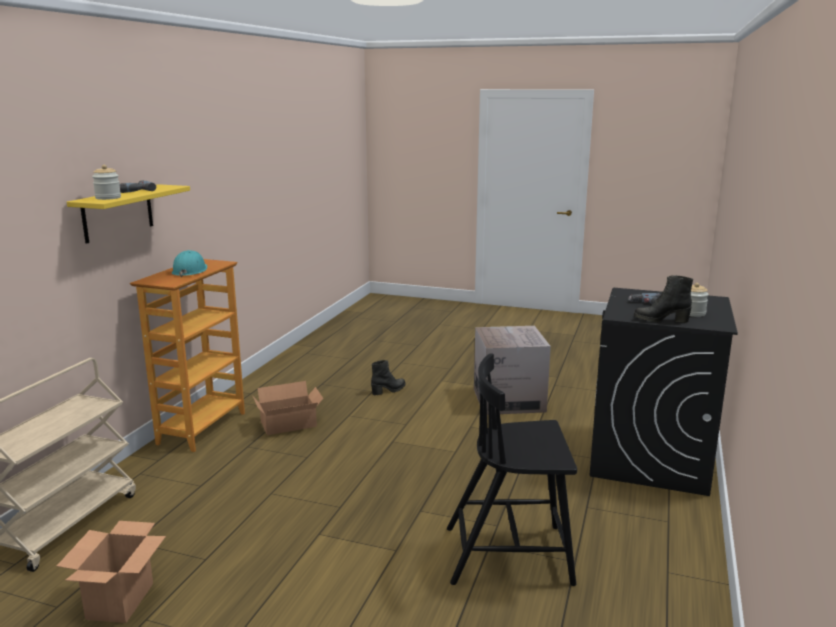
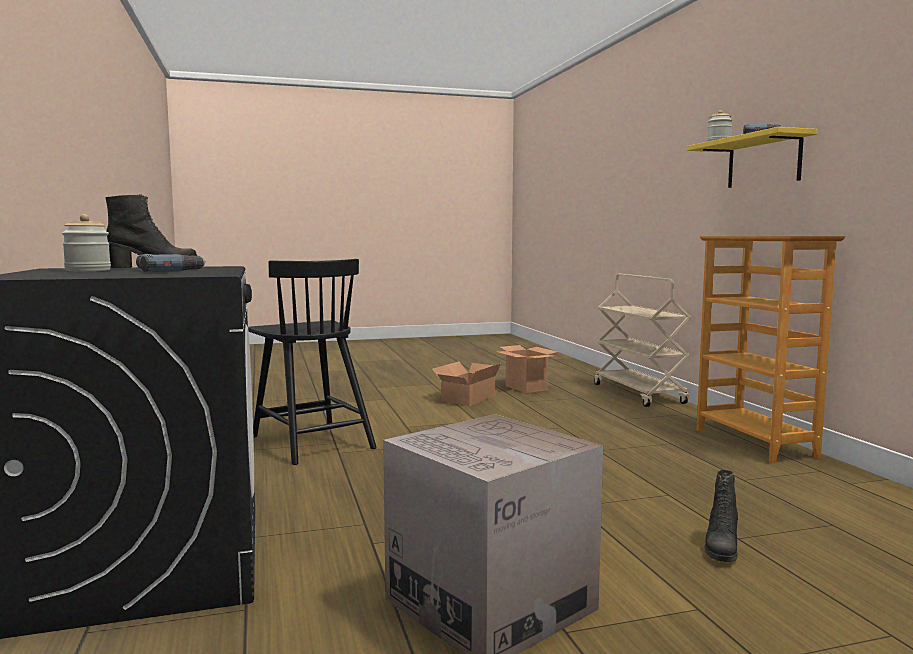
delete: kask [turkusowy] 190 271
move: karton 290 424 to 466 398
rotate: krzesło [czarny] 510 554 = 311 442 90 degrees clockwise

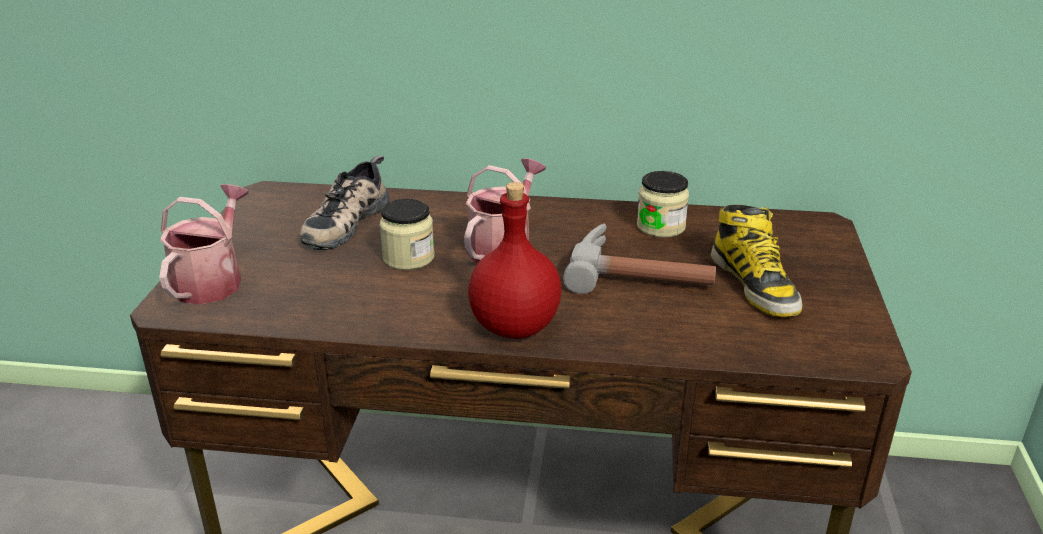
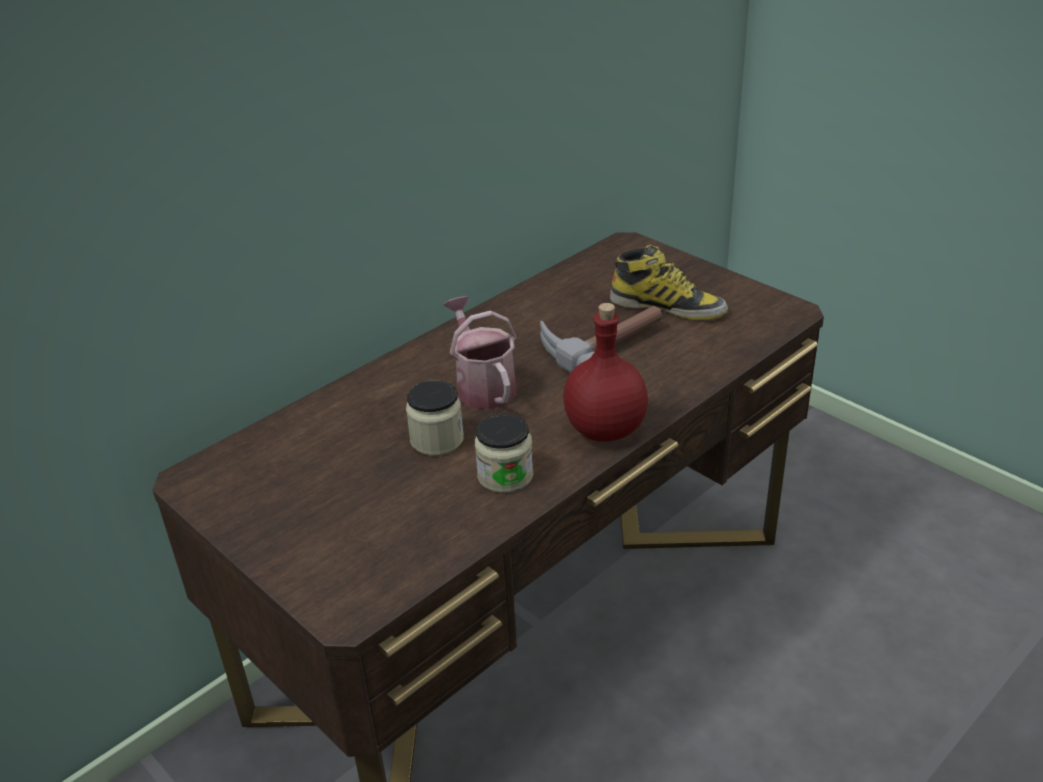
delete: konewka 212 280; but 344 221
move: słoik 661 226 to 505 475

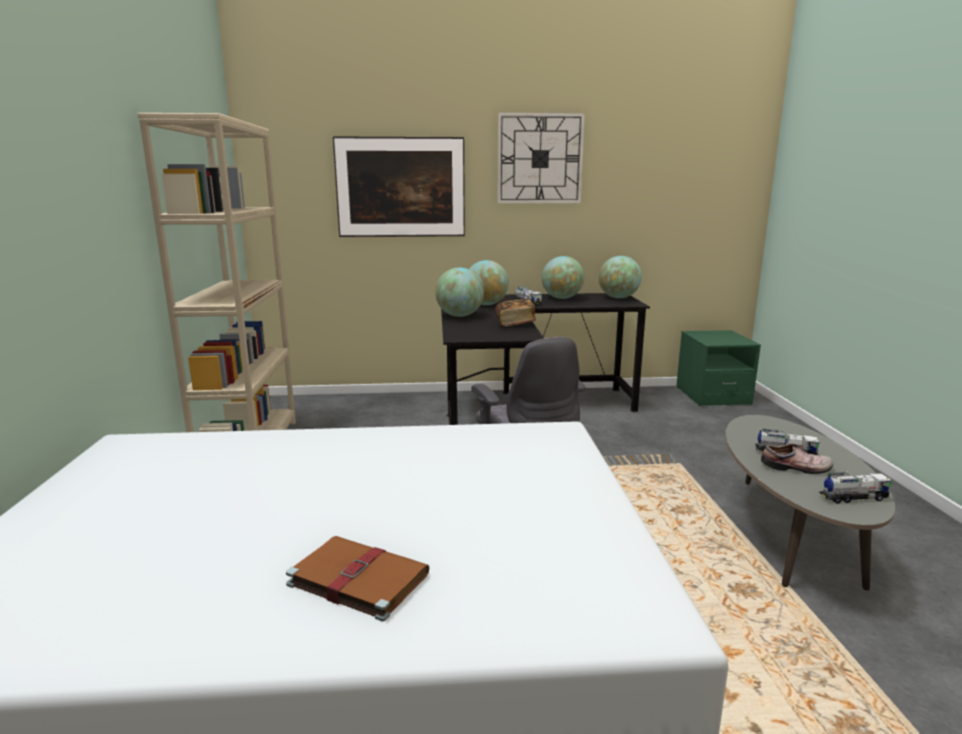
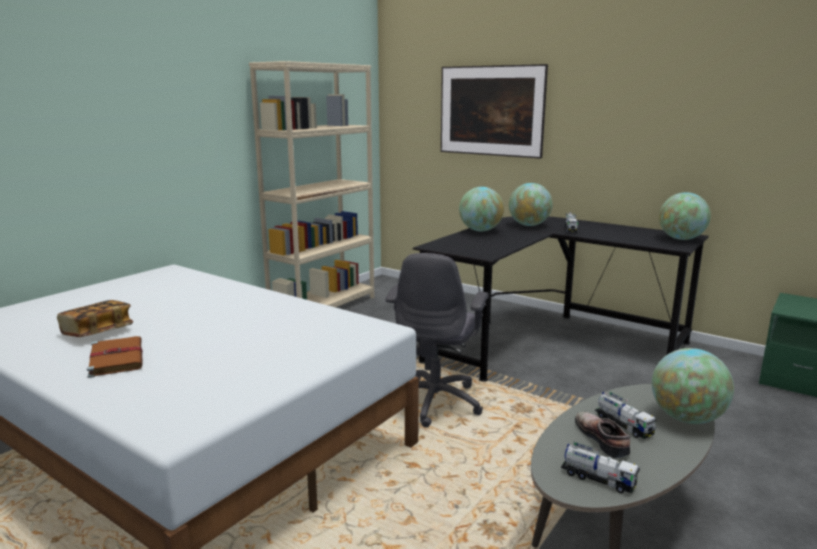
delete: zegar ścienny 539 159
move: książka 515 323 to 97 332; globus 562 298 to 686 418
rotate: but 797 468 = 603 439 150 degrees counterclockwise

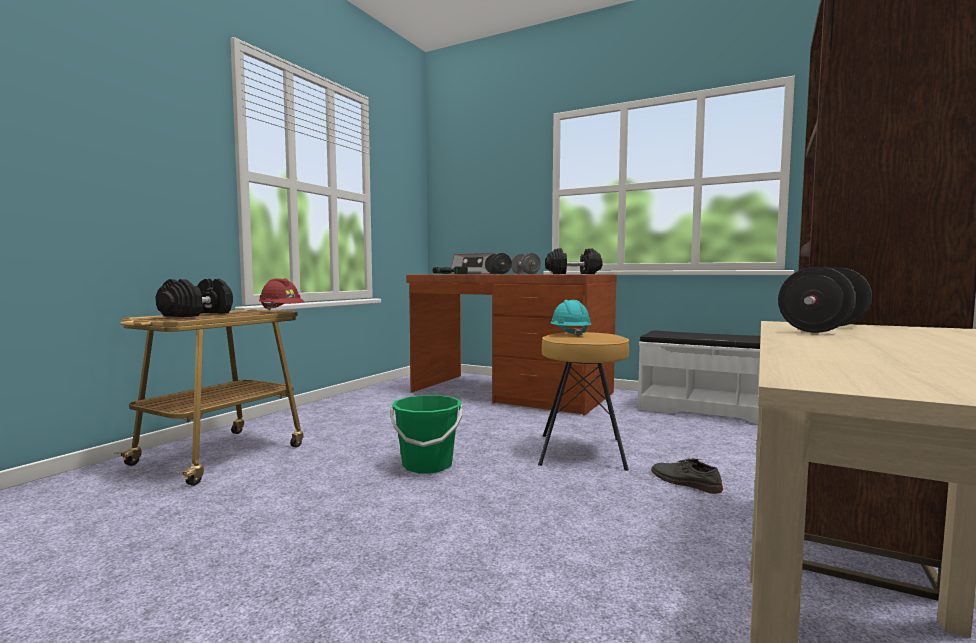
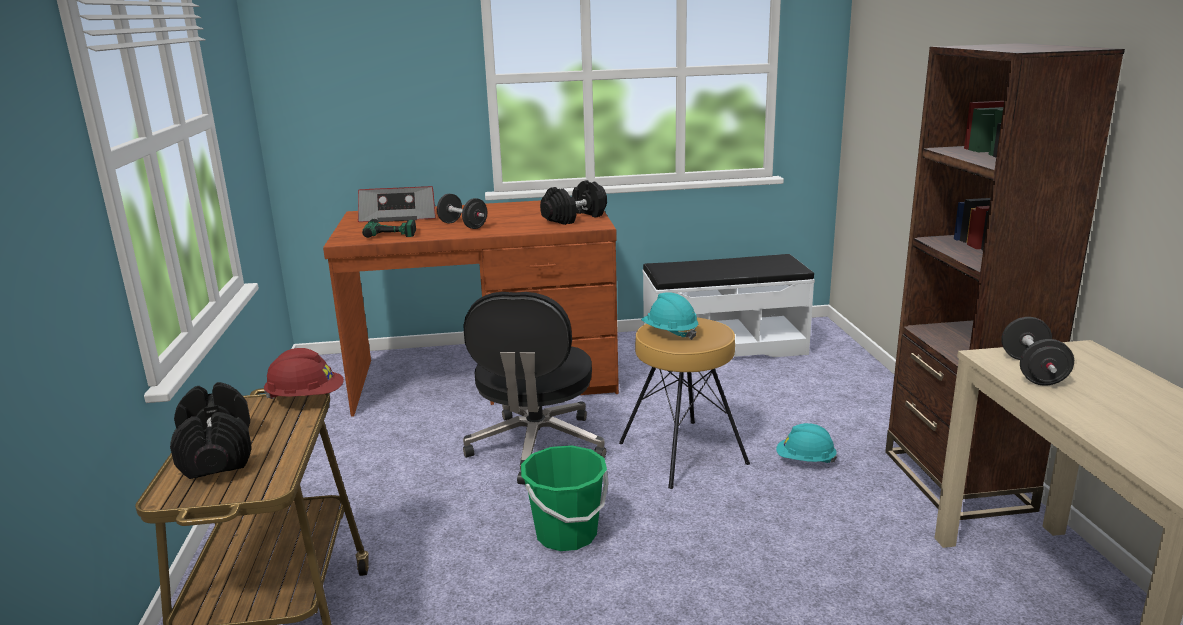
delete: hantel [szary] 525 274
insert: krzesło biurowe [czarny] 536 447
replace: but [szary] 684 482 to kask [turkusowy] 805 461

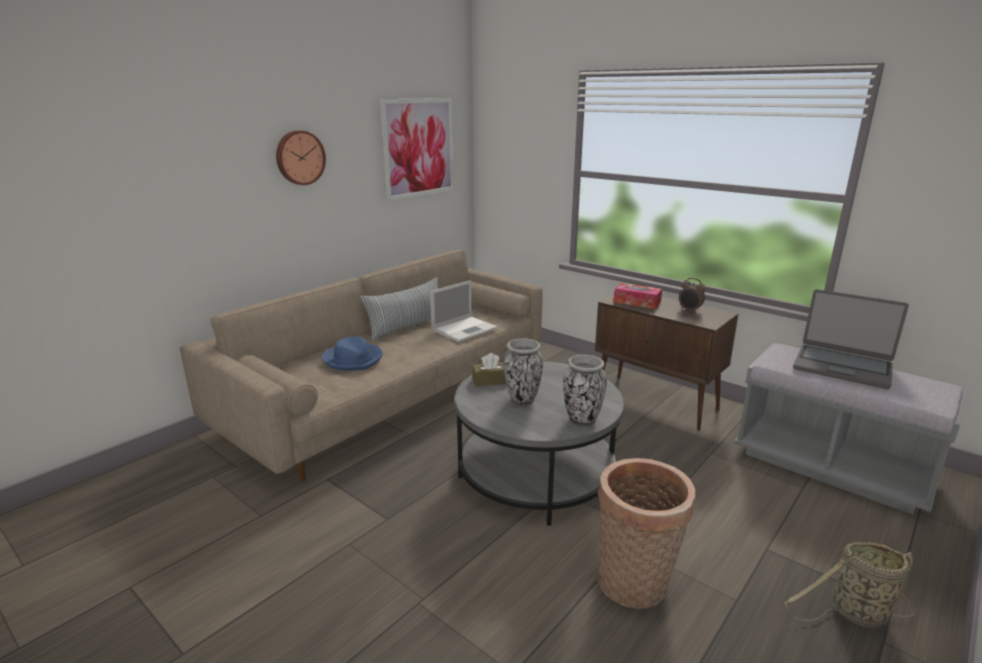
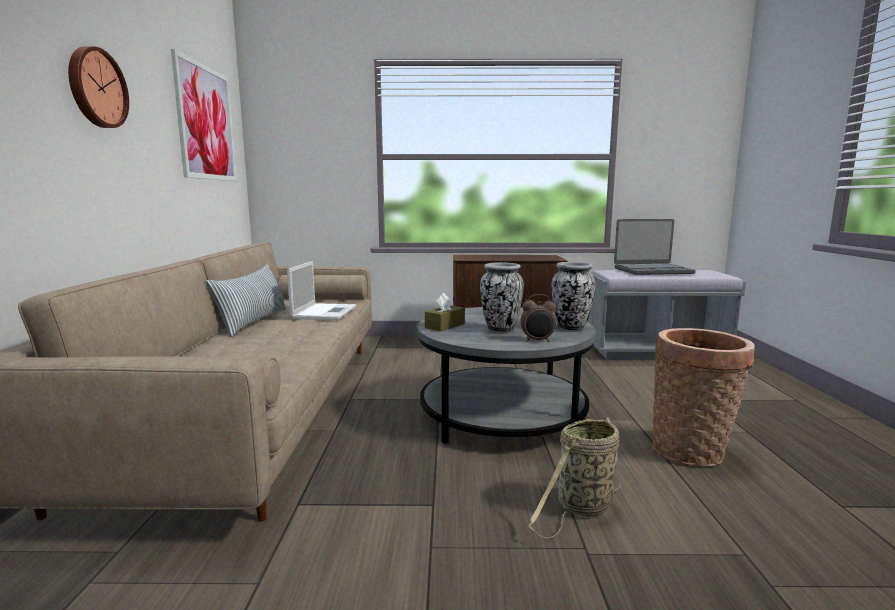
delete: kapelusz [niebieski] 353 359; pudełko chusteczek 637 302
move: budzik 689 310 to 537 341; koszyk 855 614 to 582 508

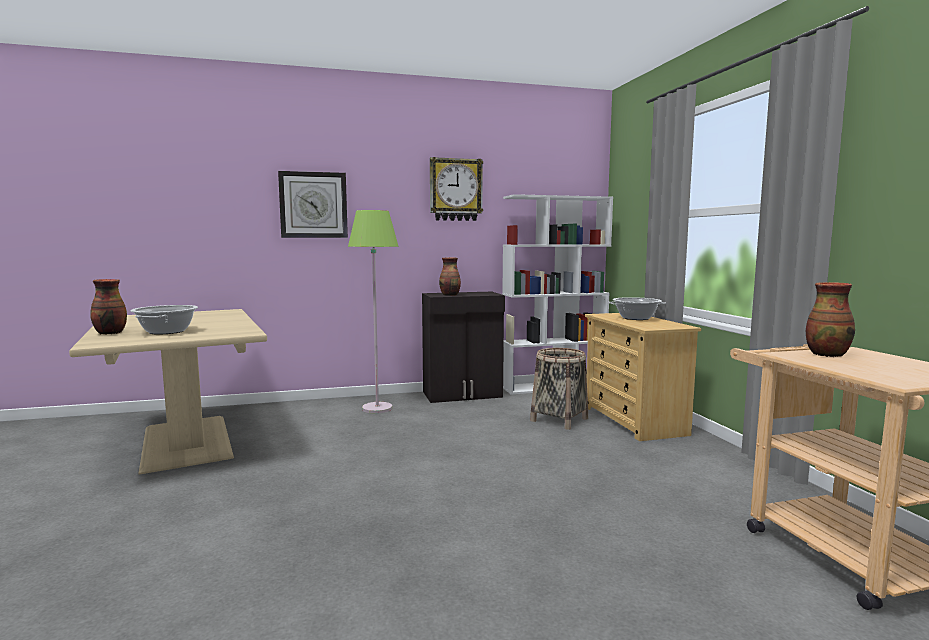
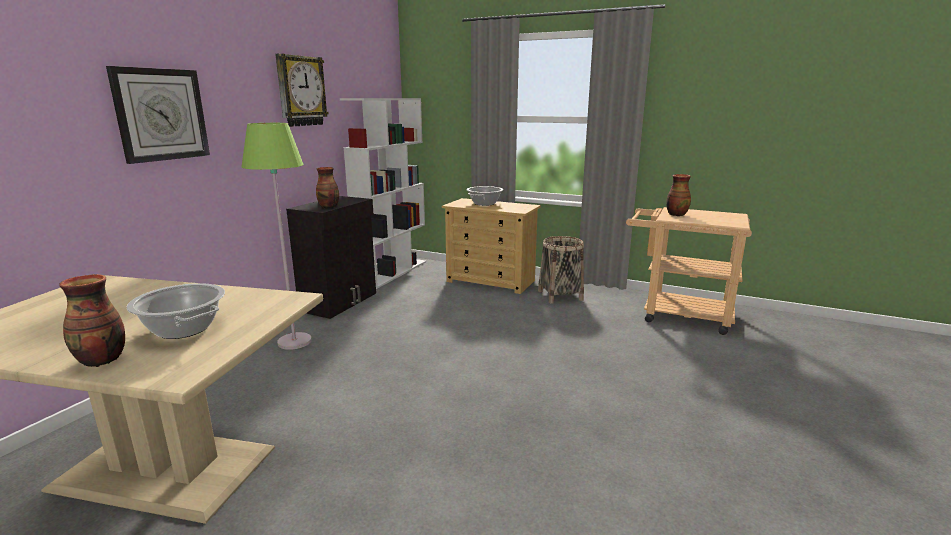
move: koszyk 559 419 to 560 295

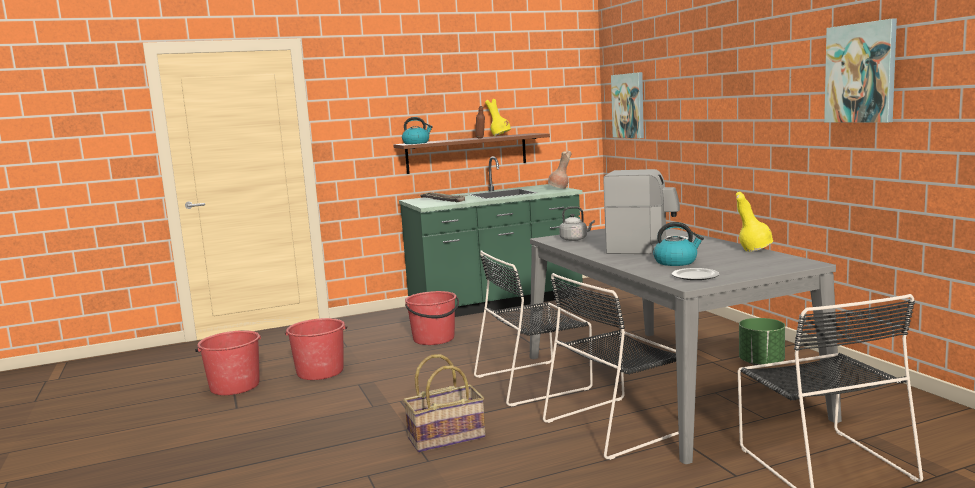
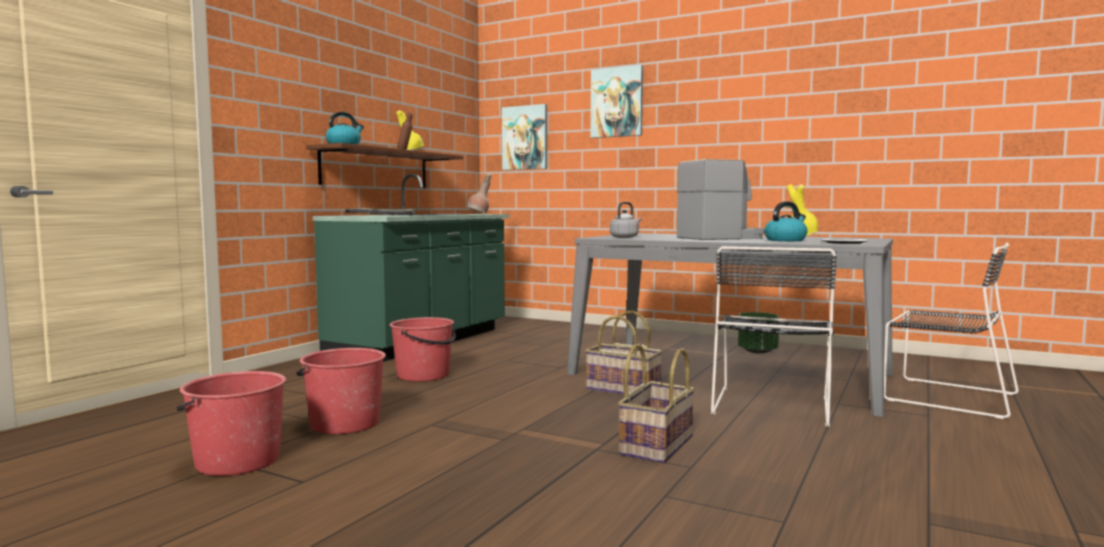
move: obraz 861 73 to 617 102
replace: krzesło [czarny] 535 382 to koszyk 622 389

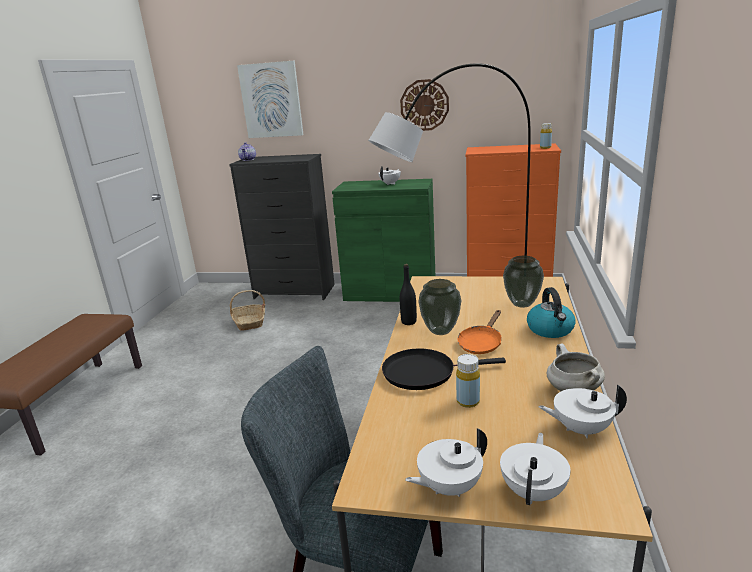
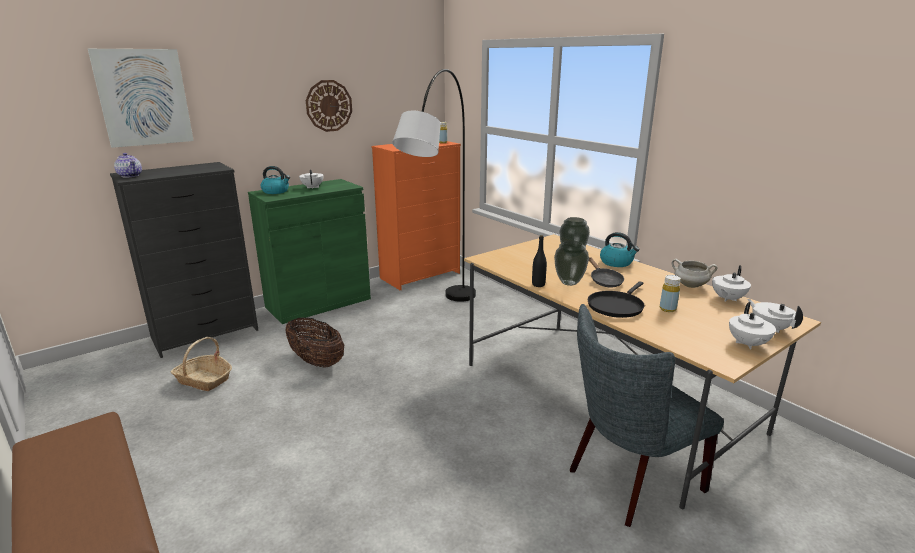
insert: czajnik 276 191; koszyk 316 361
recolor: patelnia [pomarańczowy] 481 343 to patelnia [czarny] 604 281

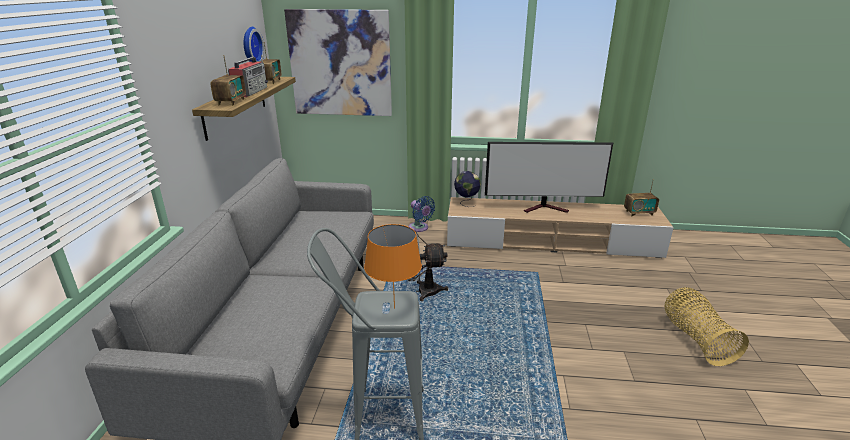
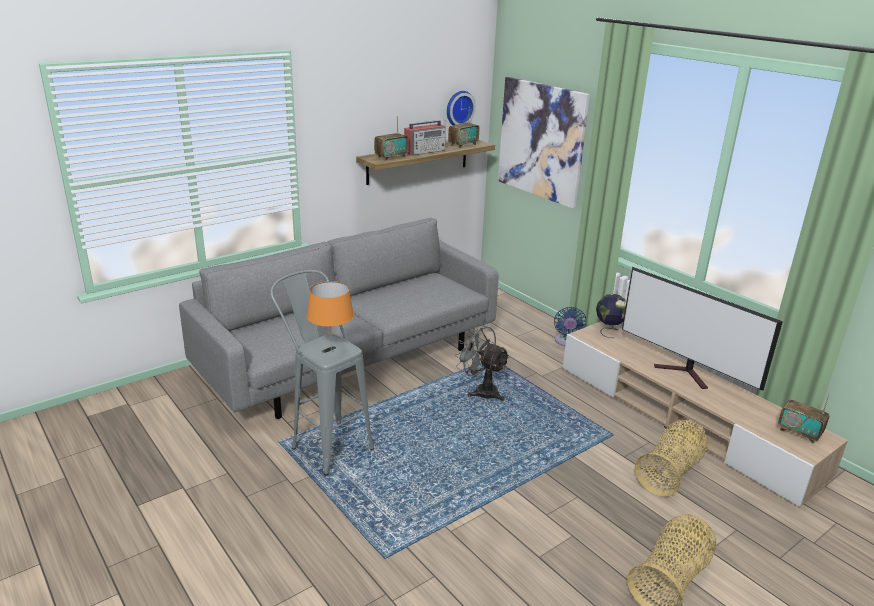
insert: koszyk 670 472

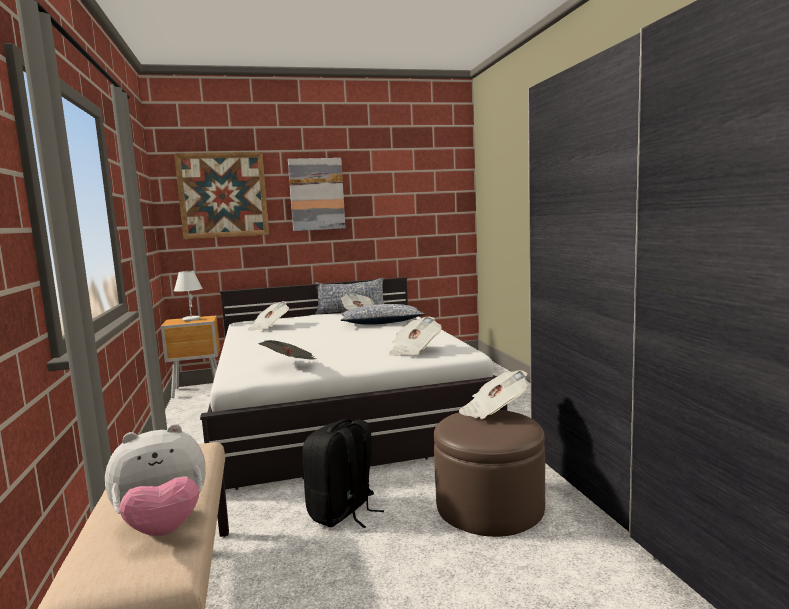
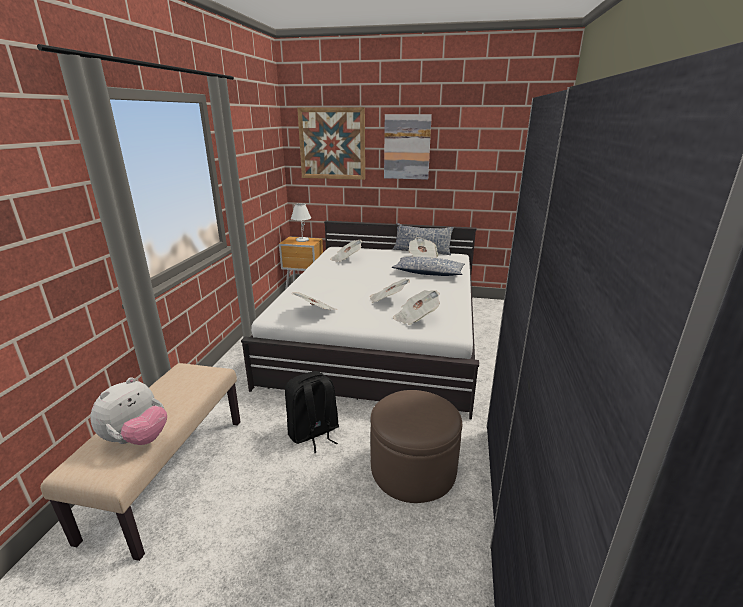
move: gazeta 493 412 to 388 300
rotate: pluszak 163 527 = 137 439 60 degrees counterclockwise

